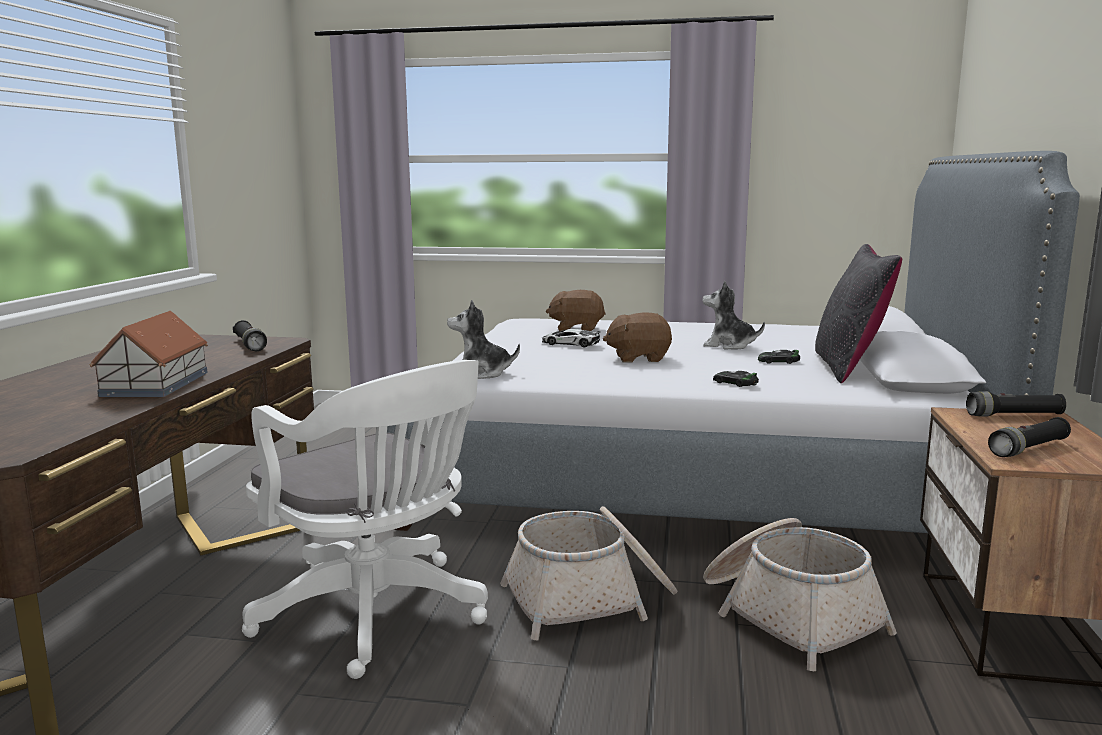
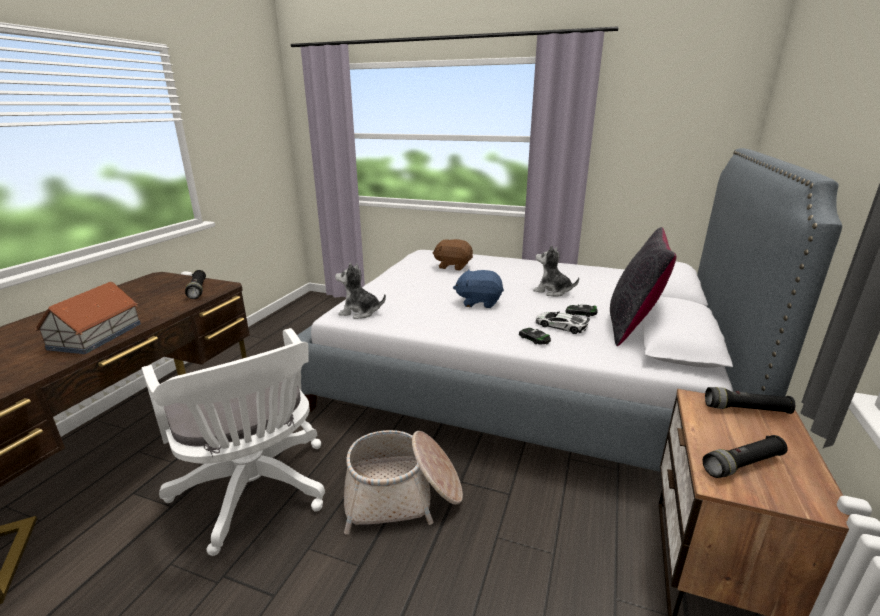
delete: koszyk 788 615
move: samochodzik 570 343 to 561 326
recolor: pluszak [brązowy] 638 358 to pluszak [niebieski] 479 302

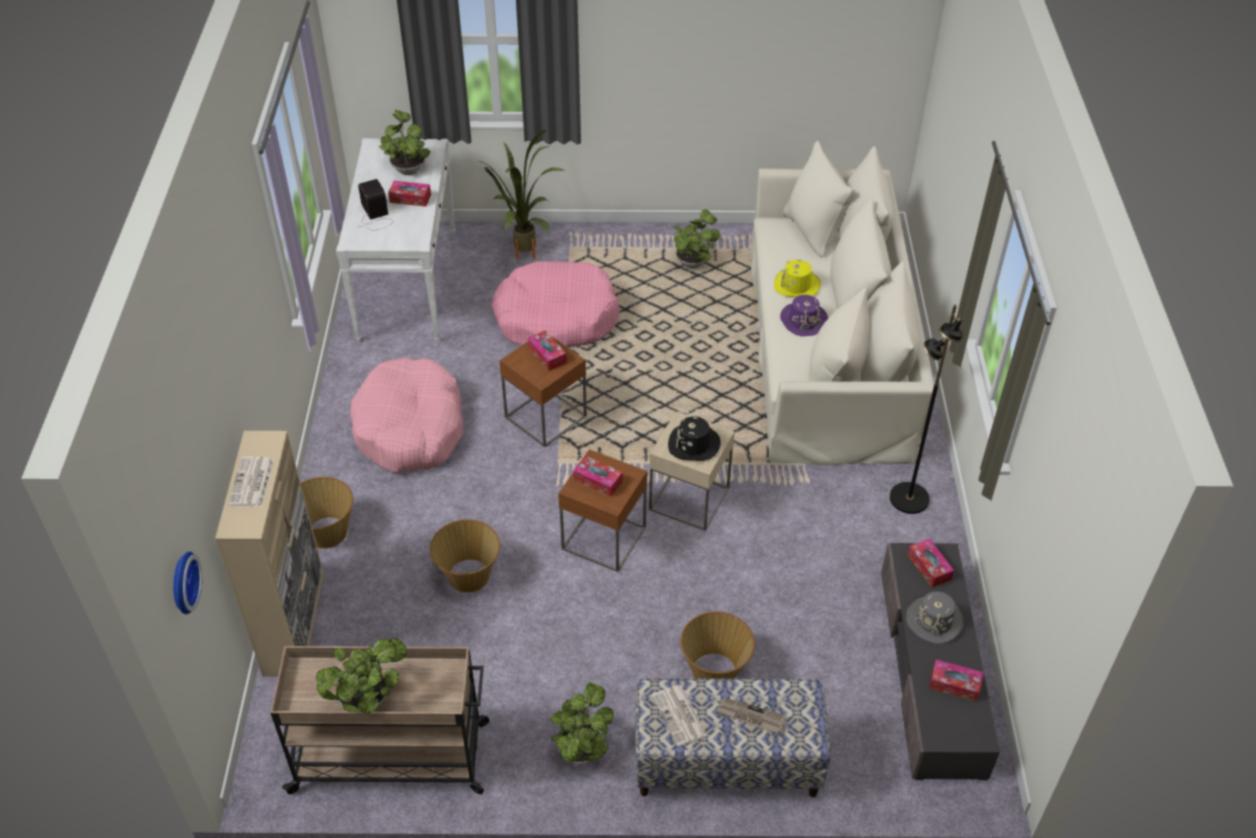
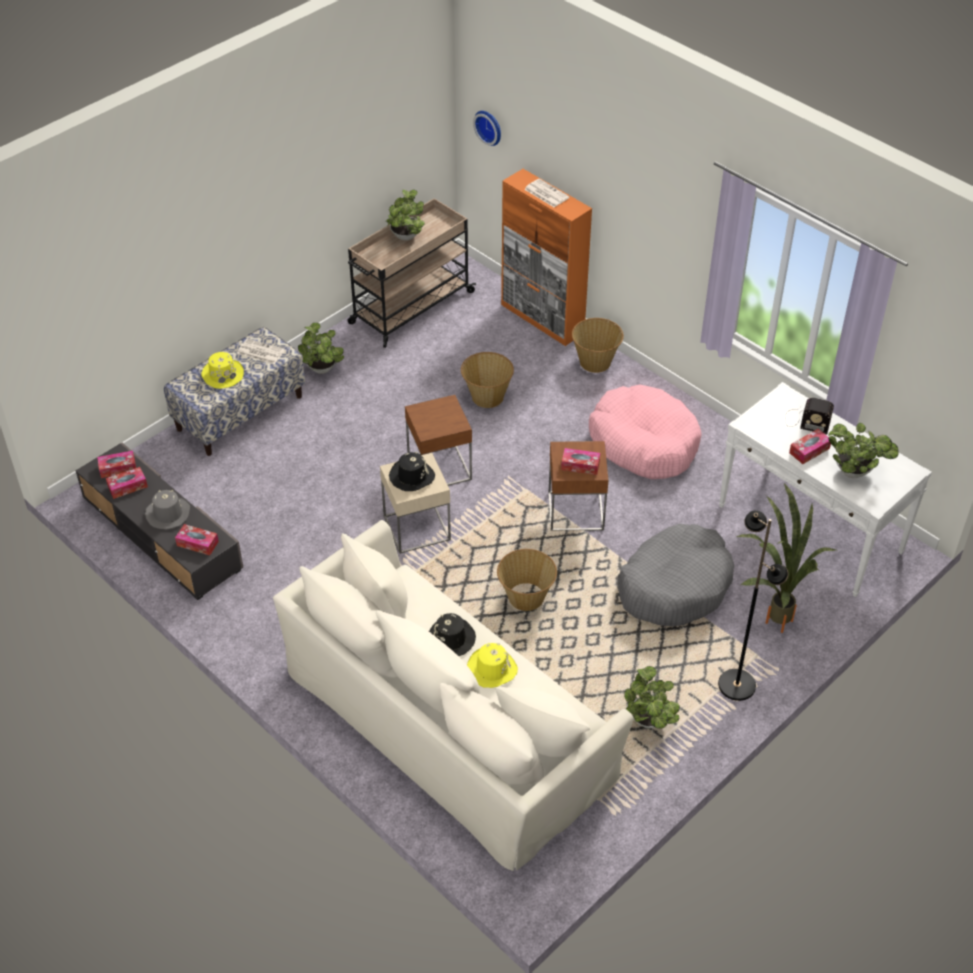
move: pudełko chusteczek 598 481 to 118 468; koszyk 715 671 to 526 598; lampa stojąca [czarny] 908 499 to 737 684
replace: gazeta 750 717 to kapelusz [żółty] 222 374
recolor: kapelusz [fioletowy] 803 320 to kapelusz [czarny] 450 639; szafka [beżowy] 294 622 to szafka [pomarańczowy] 542 319; legowisko [różowy] 556 318 to legowisko [szary] 674 585

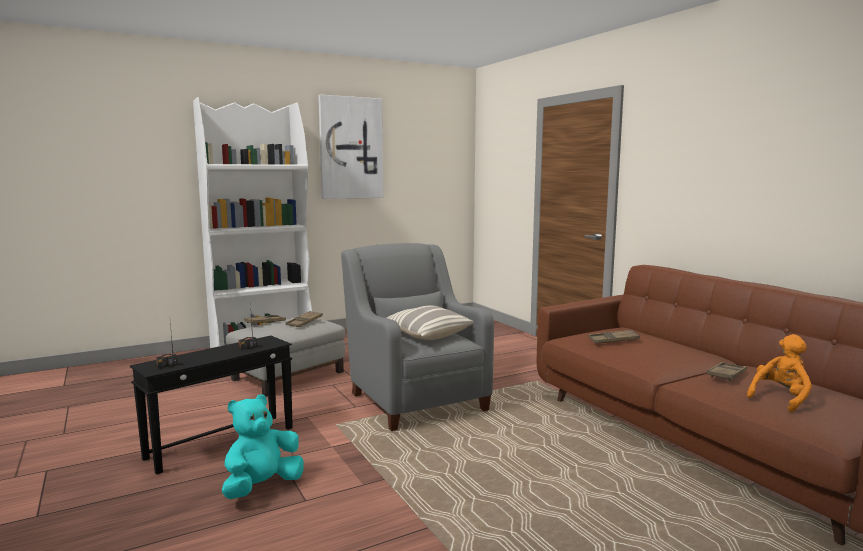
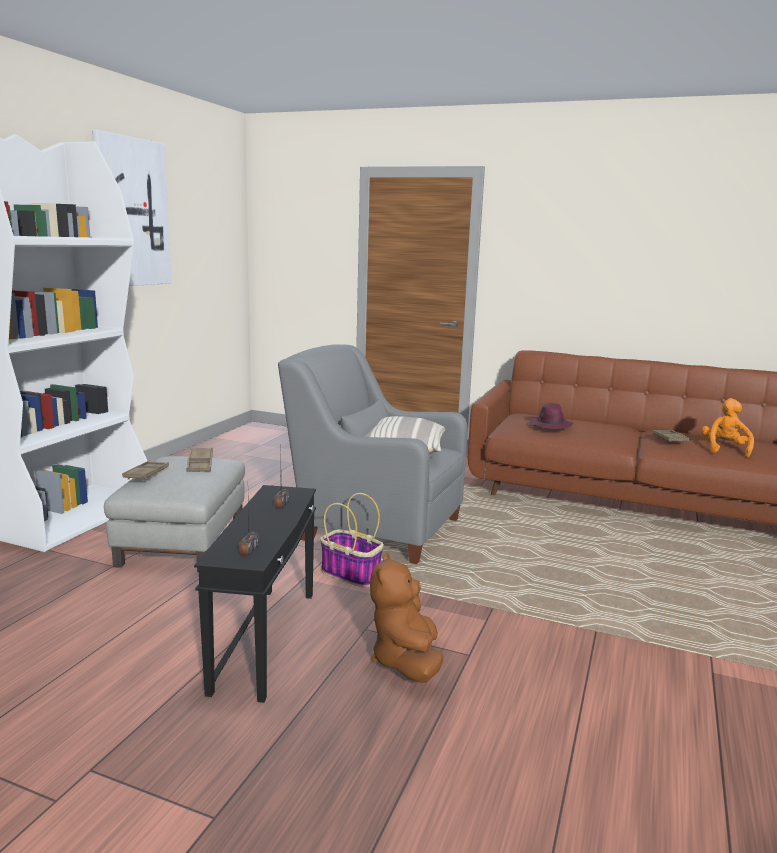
insert: koszyk 352 574
replace: taca [brązowy] 613 340 to kapelusz [fioletowy] 550 426
recolor: pluszak [turkusowy] 262 486 to pluszak [brązowy] 406 661

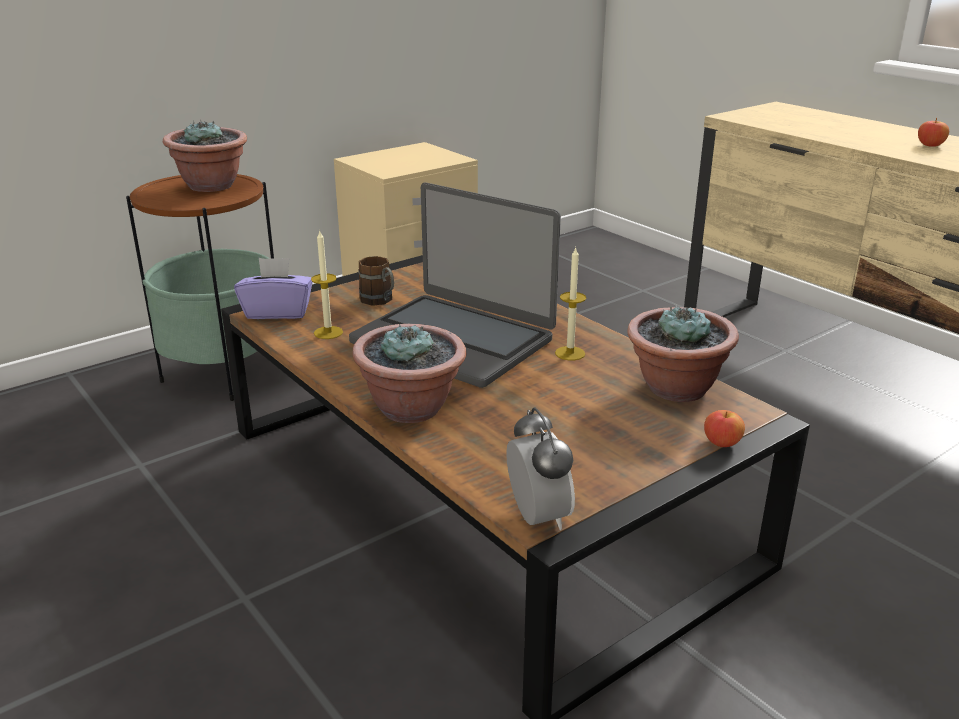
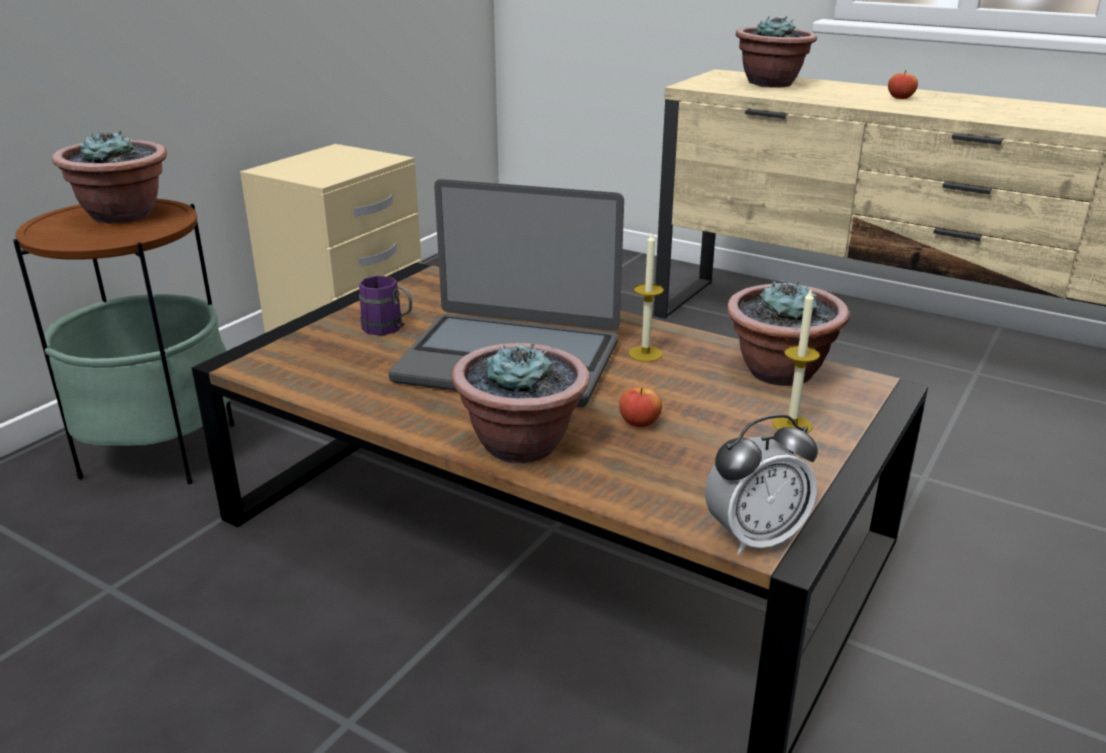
delete: pudełko chusteczek [fioletowy] 278 312
insert: roślina doniczkowa 771 84
move: jabłko 722 442 to 639 422; świeca 328 332 to 792 425
recolor: kubek [brązowy] 380 301 to kubek [fioletowy] 389 329
rotate: budzik 538 517 = 755 538 105 degrees clockwise

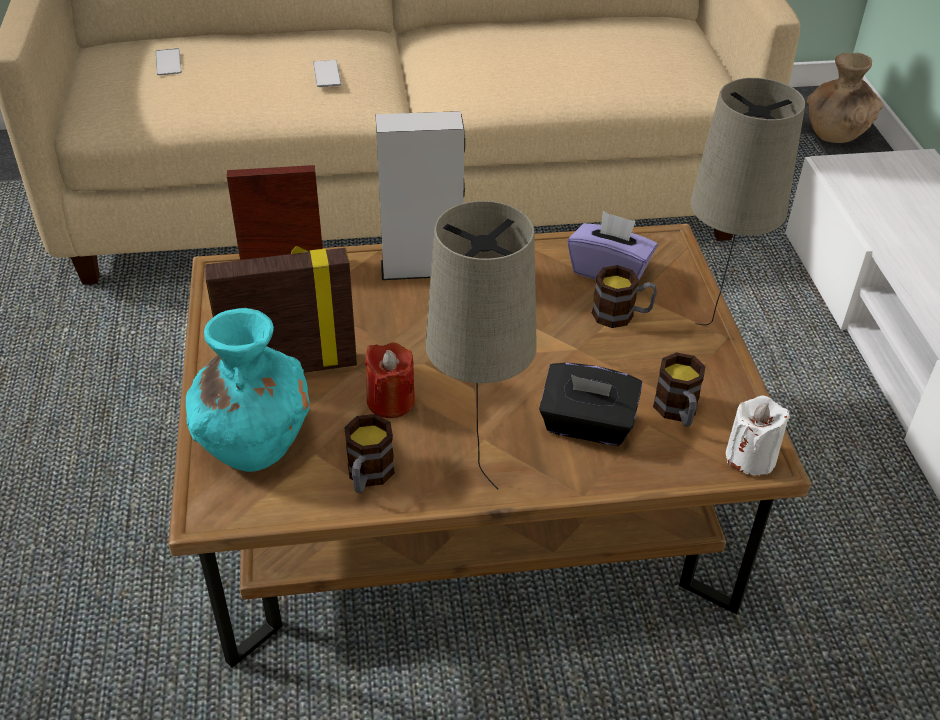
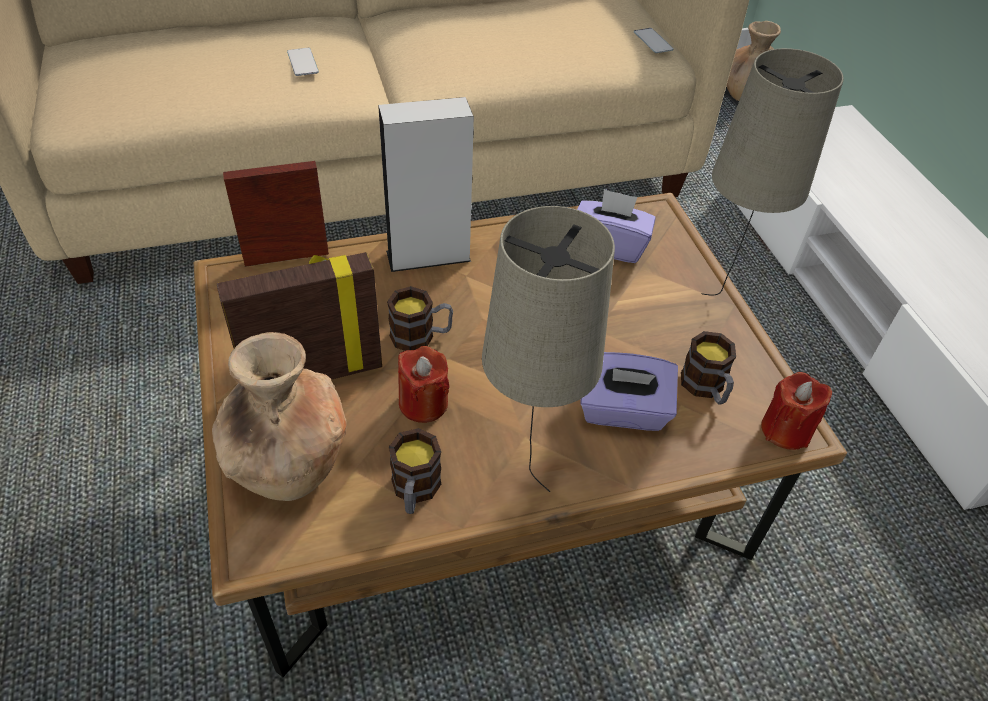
move: kubek 622 315 to 421 336; telefon 168 62 to 653 41
recolor: wazon [turkusowy] 254 439 to wazon [brązowy] 288 461; pudełko chusteczek [czarny] 586 425 to pudełko chusteczek [fioletowy] 622 411; świeca [biały] 750 457 to świeca [czerwony] 785 430

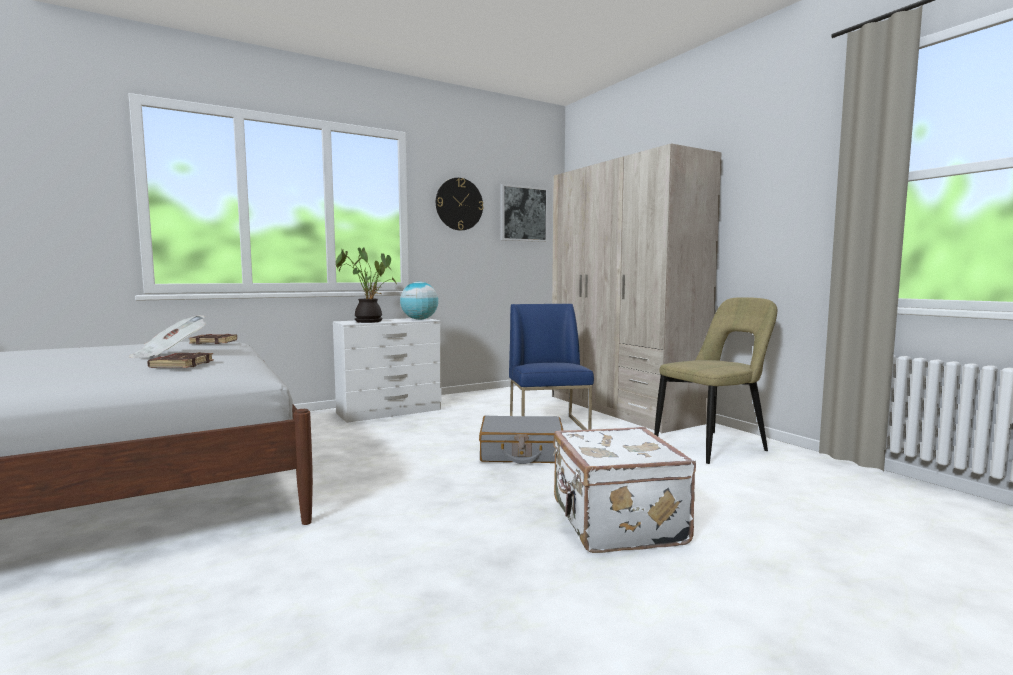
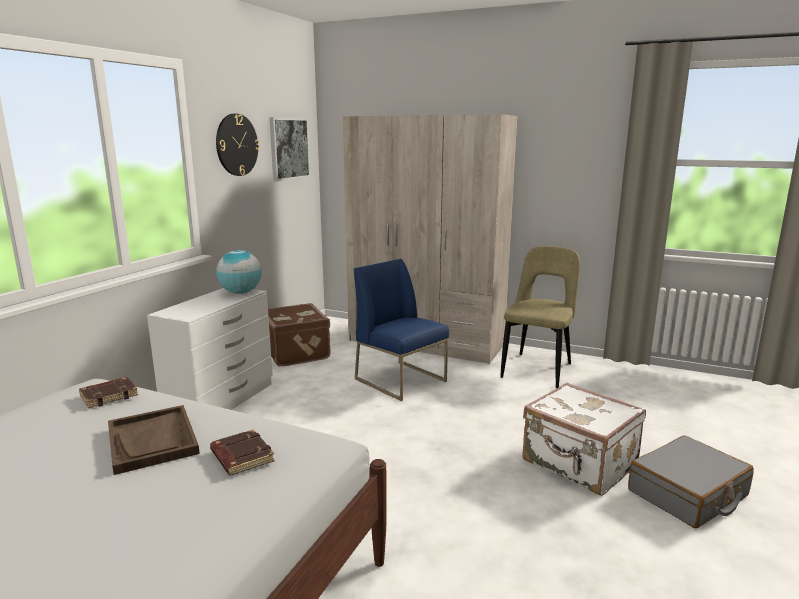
delete: roślina doniczkowa 368 321
insert: walizka [brązowy] 297 352
move: walizka [szary] 521 453 to 688 494
replace: gazeta 170 354 to taca [brązowy] 152 441

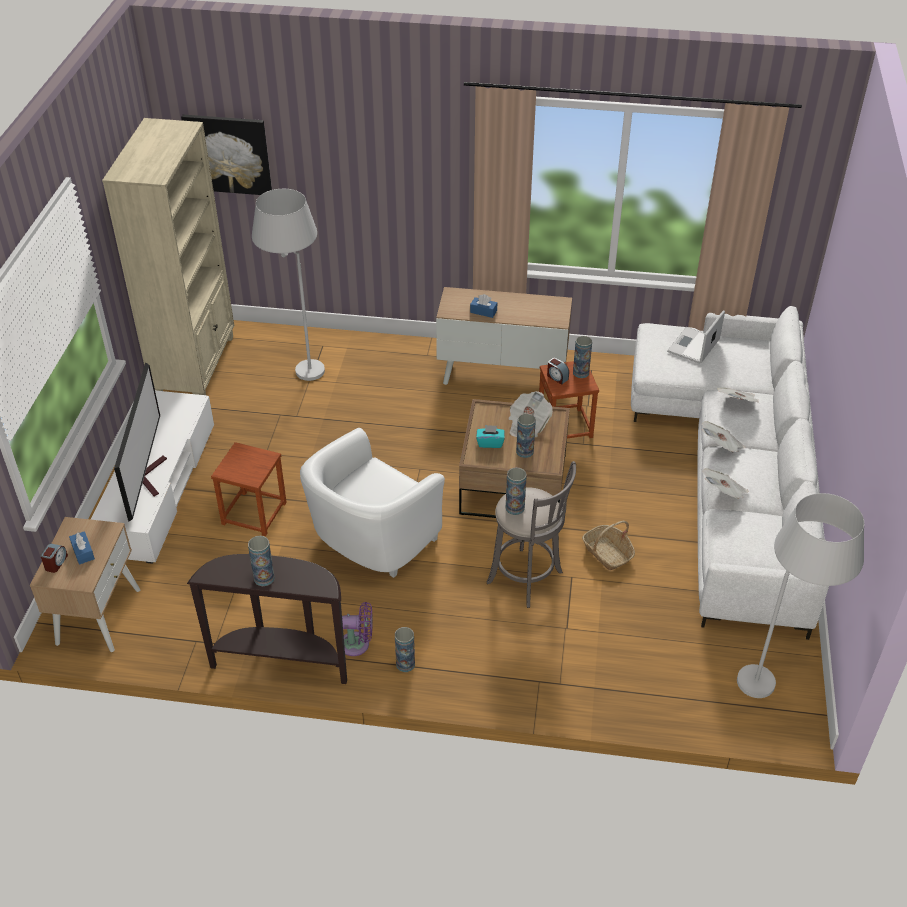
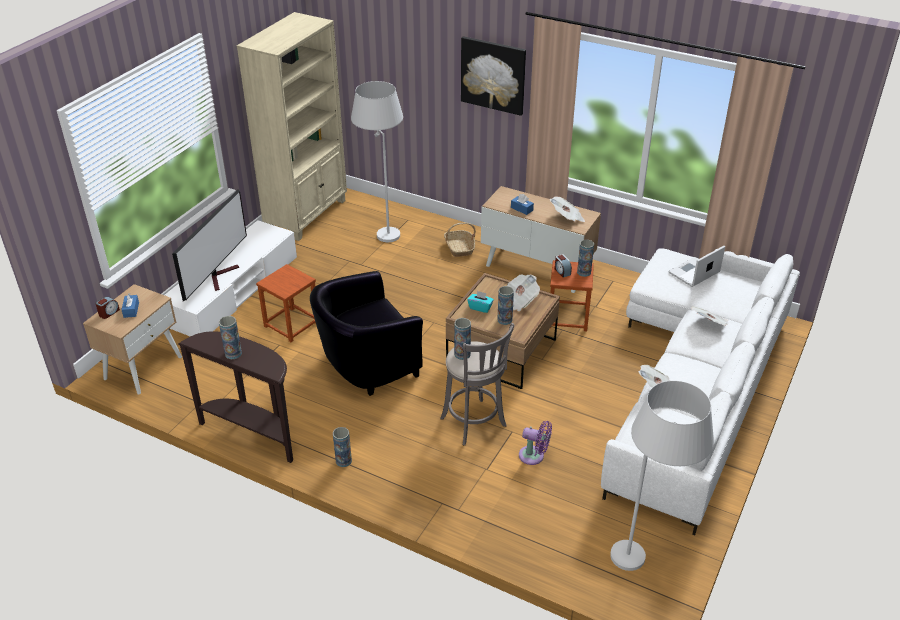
move: koszyk 607 553 to 459 248; obraz 228 154 to 493 75; wentylator [fioletowy] 358 644 to 534 456; gazeta 721 446 to 567 218
recolor: fotel [biały] 371 543 to fotel [czarny] 366 366

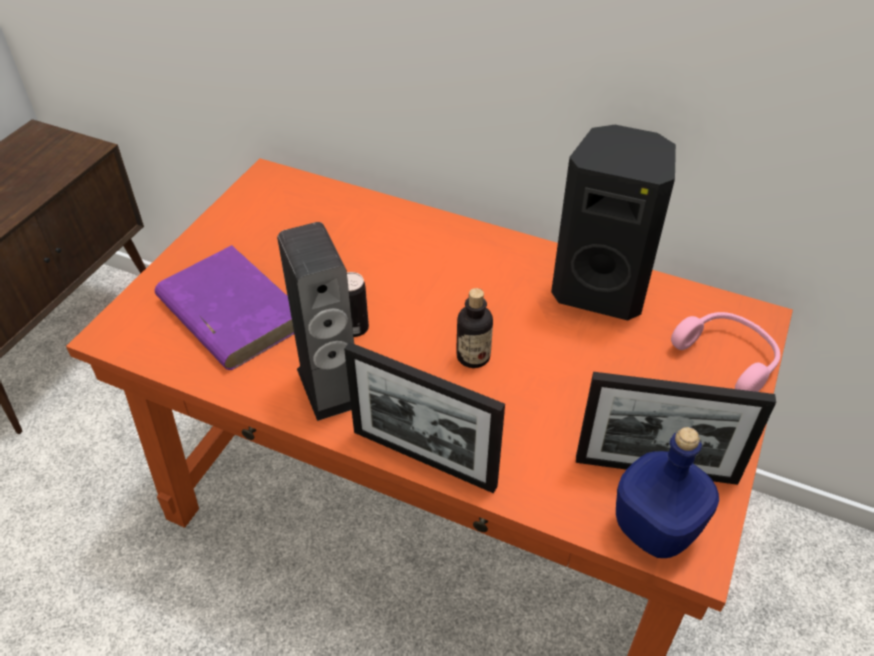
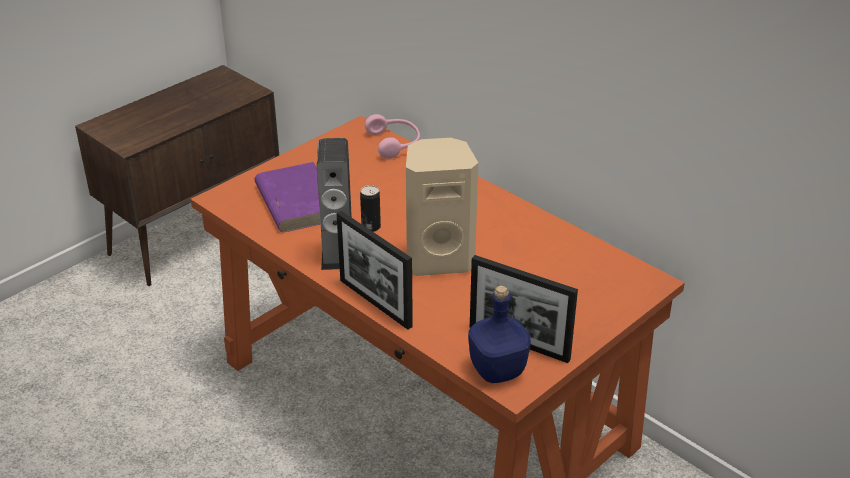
delete: głośnik [czarny] 601 289
move: słuchawki [różowy] 728 358 to 395 143
replace: butelka 473 356 to głośnik [beżowy] 438 259

